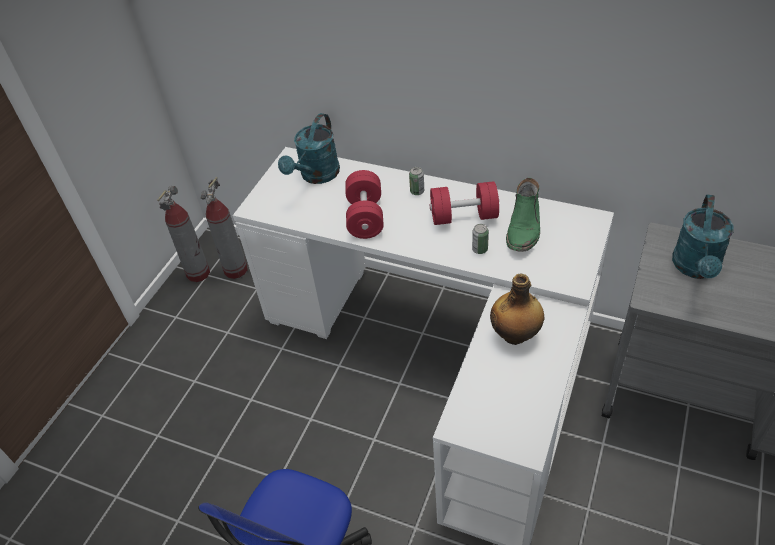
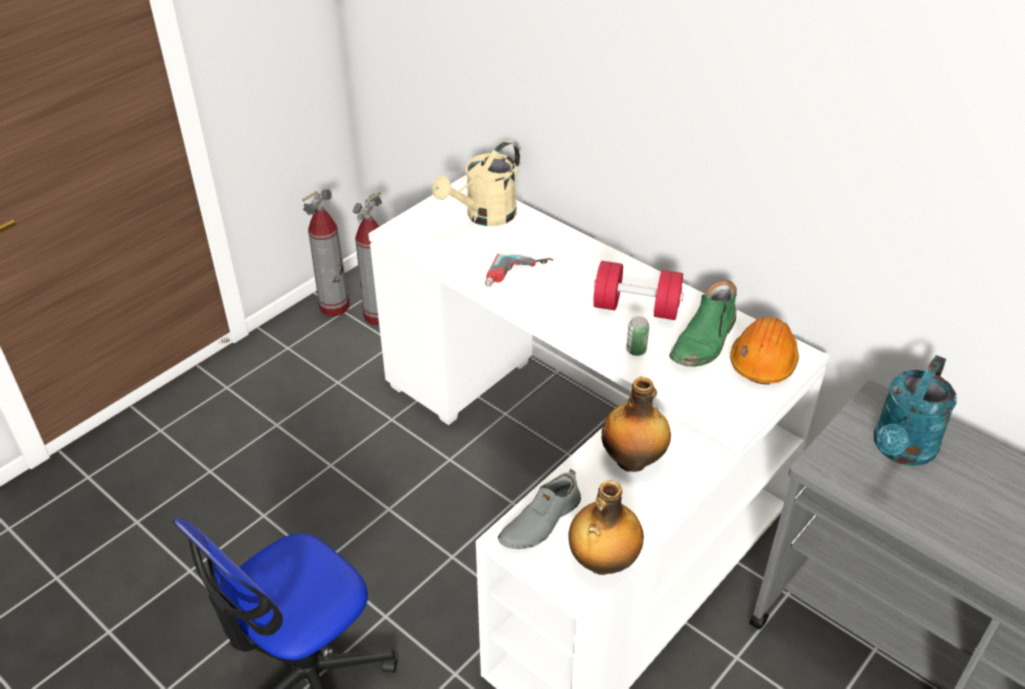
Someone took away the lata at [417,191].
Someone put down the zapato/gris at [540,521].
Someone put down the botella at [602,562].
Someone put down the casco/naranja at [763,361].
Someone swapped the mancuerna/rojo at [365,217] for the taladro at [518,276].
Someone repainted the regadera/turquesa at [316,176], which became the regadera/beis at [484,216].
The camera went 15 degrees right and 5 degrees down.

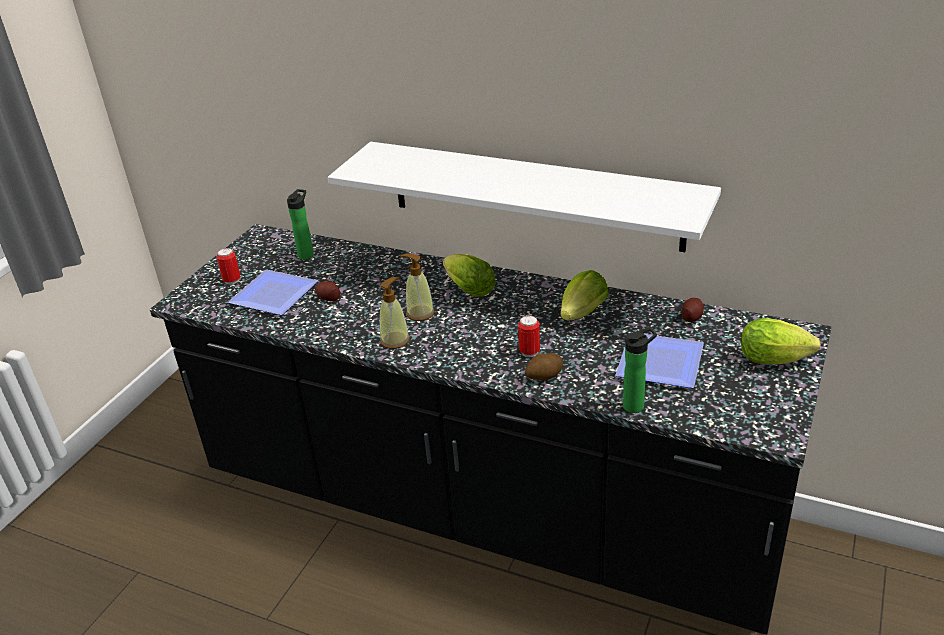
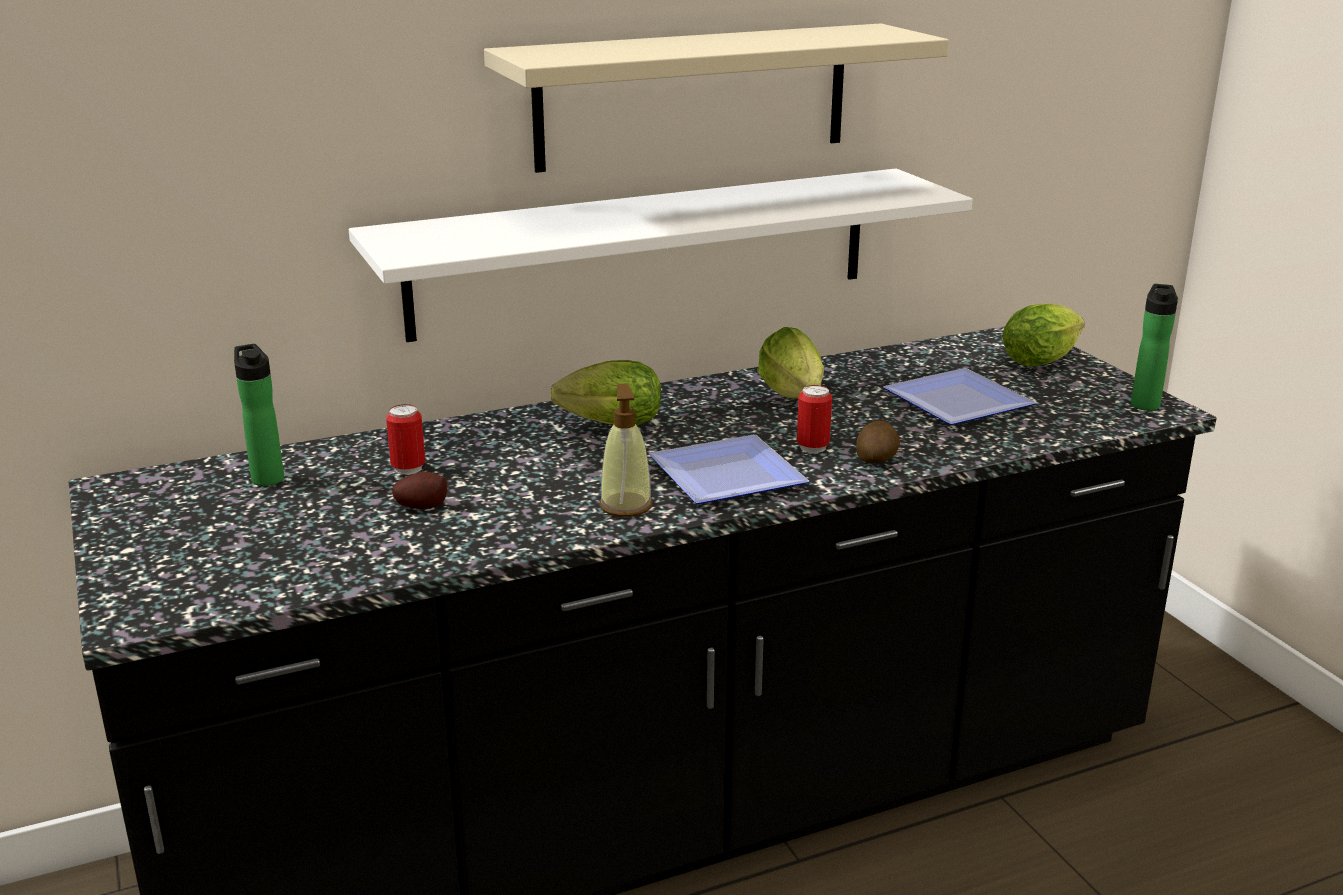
Someone took away the dispensador de jabón at [420,313].
Someone took away the patata at [691,317].
Someone put up the estante/beis at [693,96].
Someone carried the lata from [232,280] to [408,468].
Someone carried the plato from [271,296] to [725,478].
Someone carried the botella from [636,405] to [1145,403].
The camera went 50 degrees left and 10 degrees down.

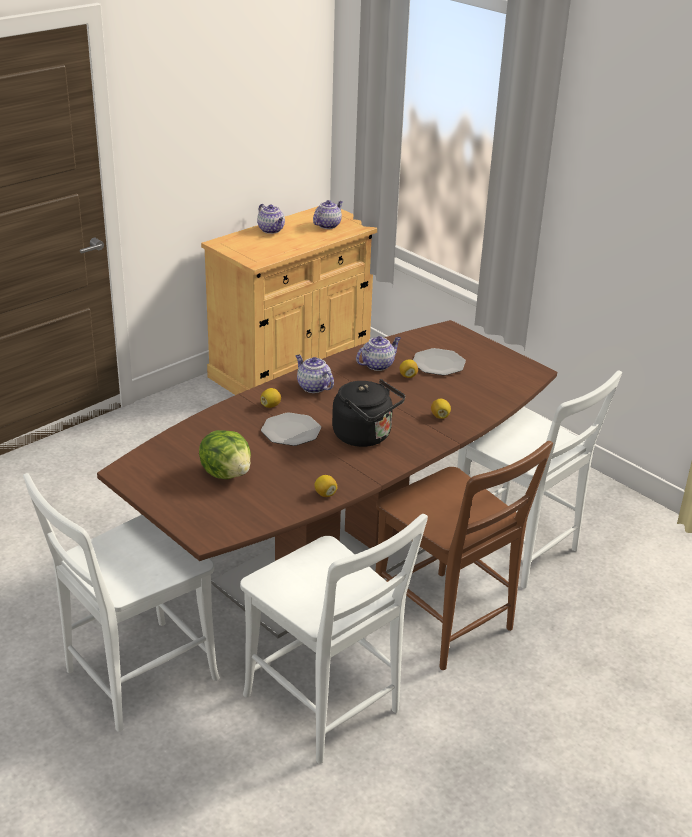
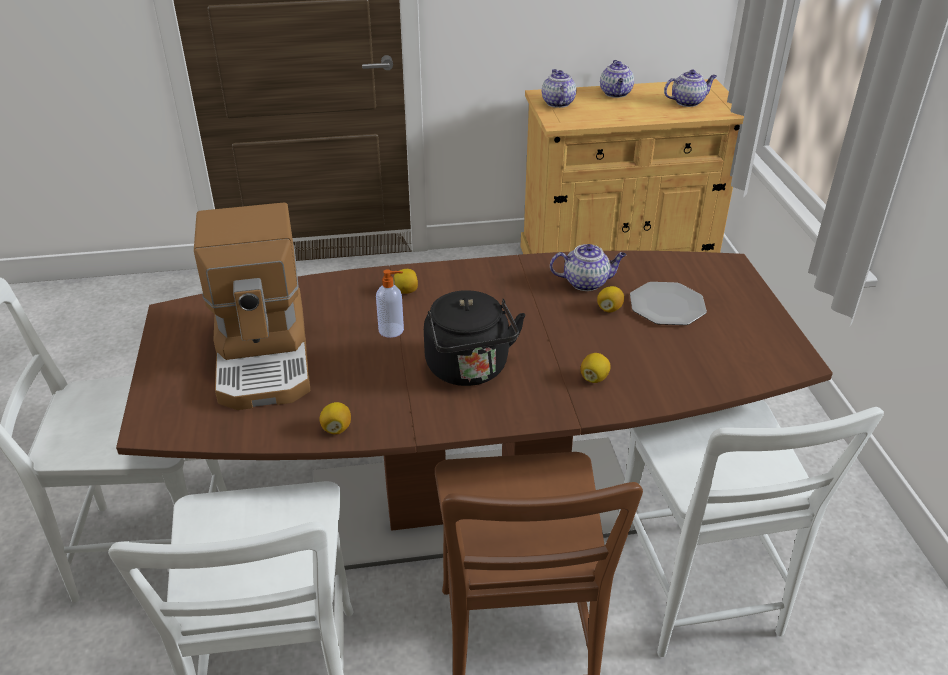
Someone carried the tetera from [313,387] to [557,103].
Someone swapped the lechuga at [227,473] for the cafetera at [265,356].
Someone swapped the plato at [291,431] for the dispensador de jabón at [392,330].
The camera went 35 degrees right and 5 degrees up.

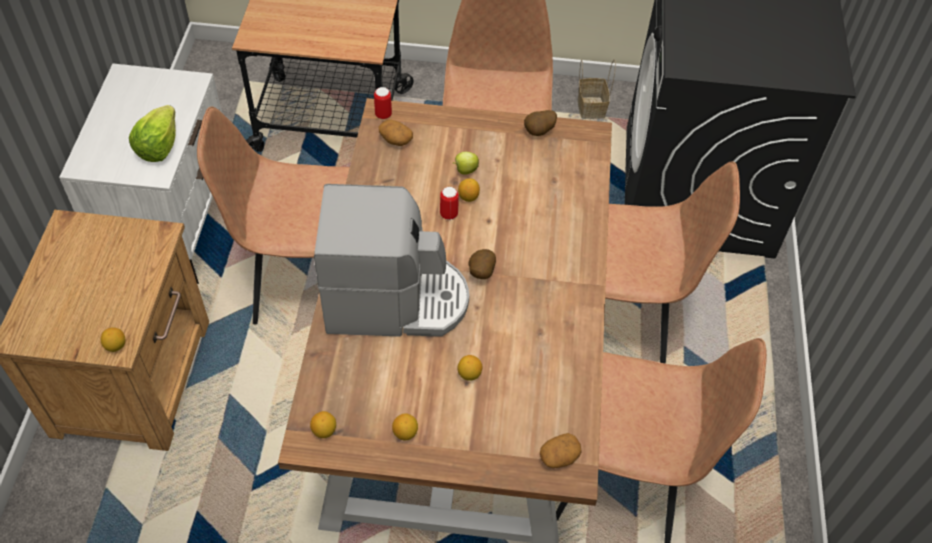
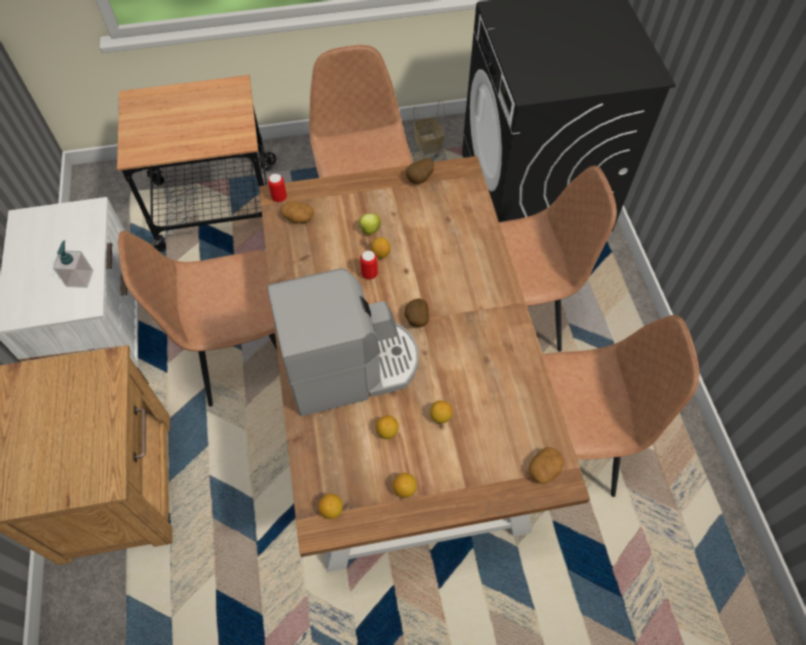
Someone carried the limón from [116,346] to [387,432].
Someone swapped the lechuga at [159,146] for the dispensador de jabón at [80,278].
The camera went 15 degrees left and 5 degrees up.

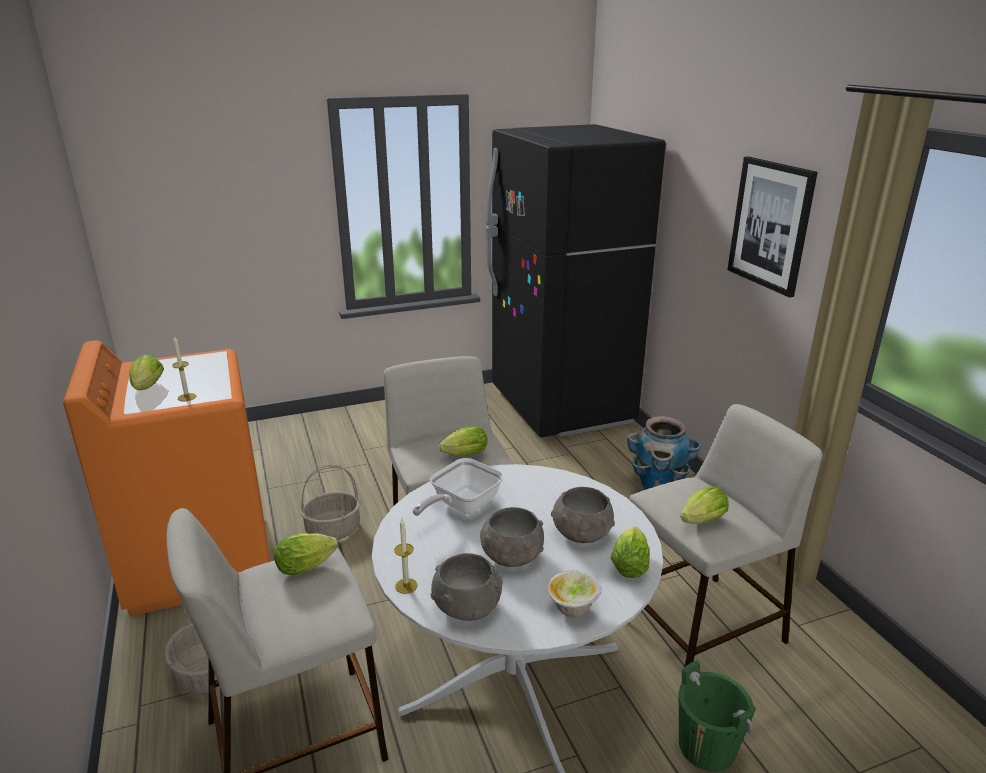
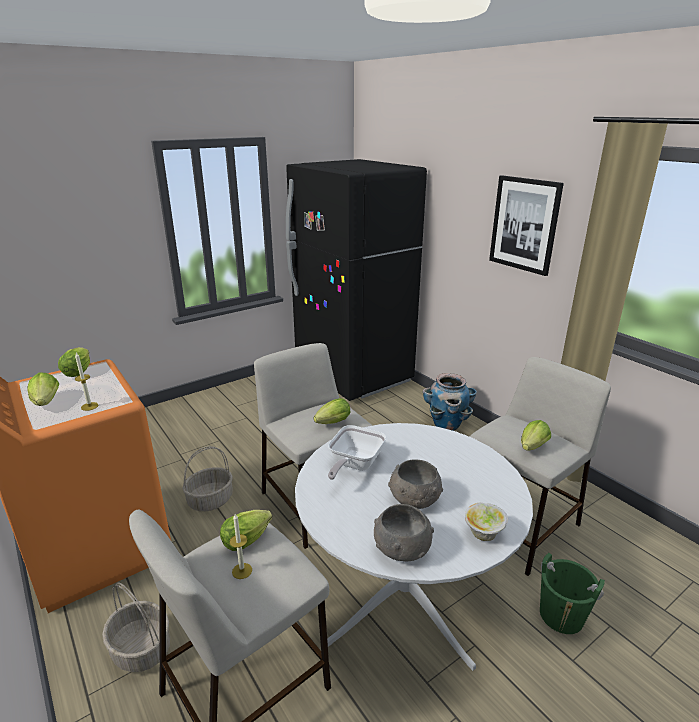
Someone took away the cuenco/gris at [581,534].
Someone carried the vela from [406,586] to [242,571].
Someone carried the lechuga from [630,564] to [79,371].
The camera went 15 degrees left and 0 degrees up.

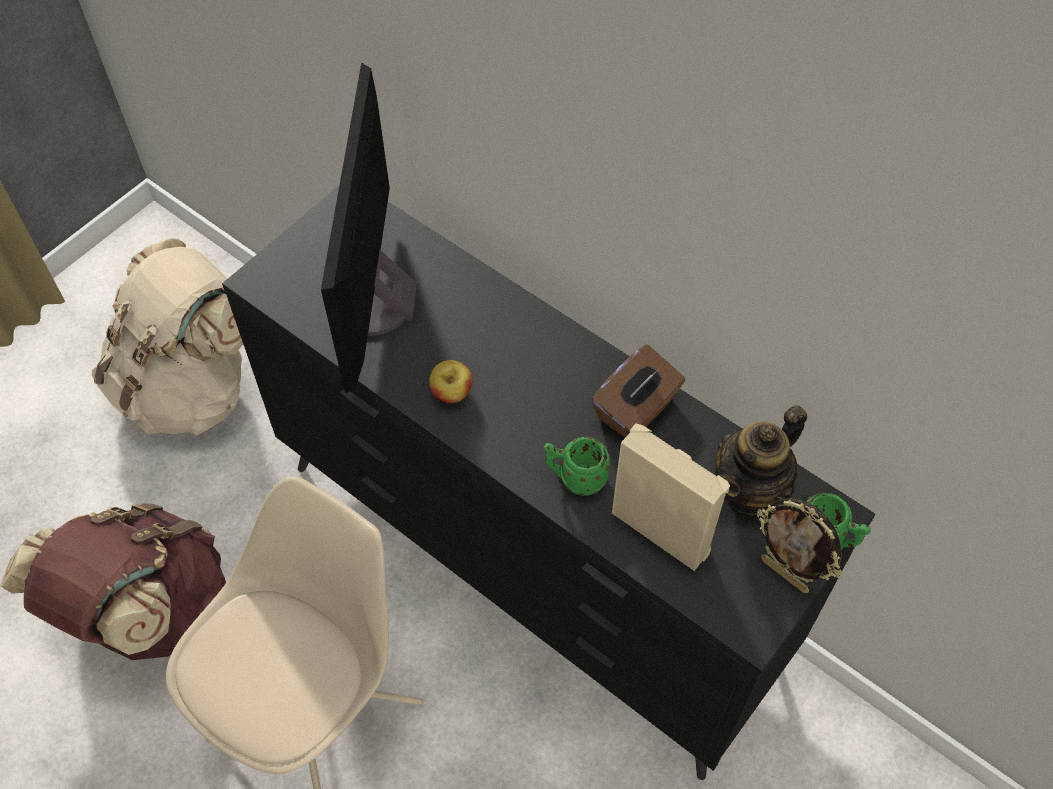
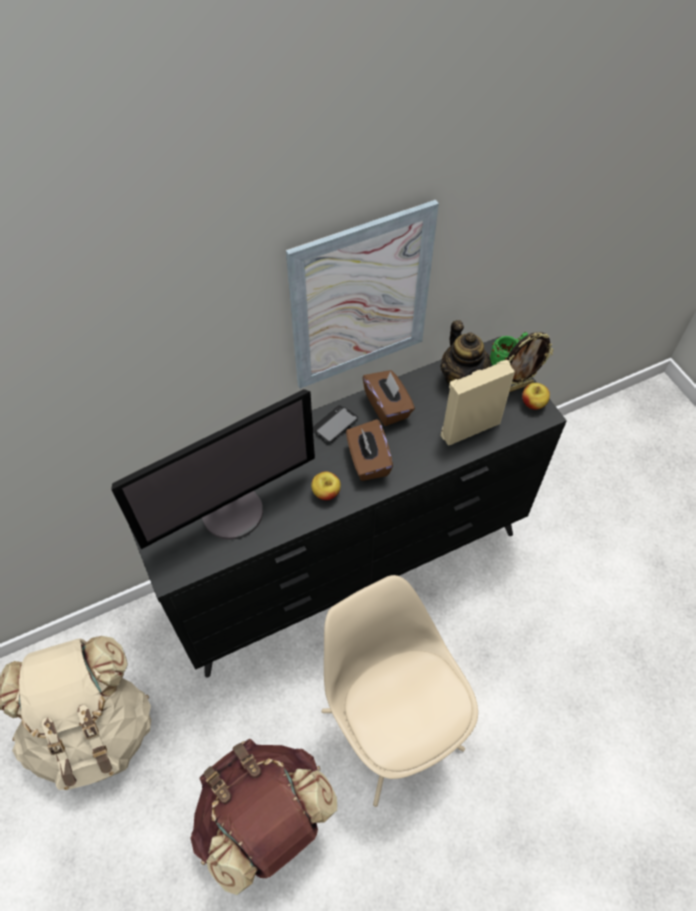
Someone took away the taza grande/verde at [575,478].
Someone put up the cuadro at [361,299].
Someone put down the móvil at [334,424].
Someone put down the caja de pañuelos/marrón at [368,461].
Someone put down the manzana at [533,403].
Someone rotated the monitor at [374,302] by 60 degrees counterclockwise.
The camera went 65 degrees left and 0 degrees up.

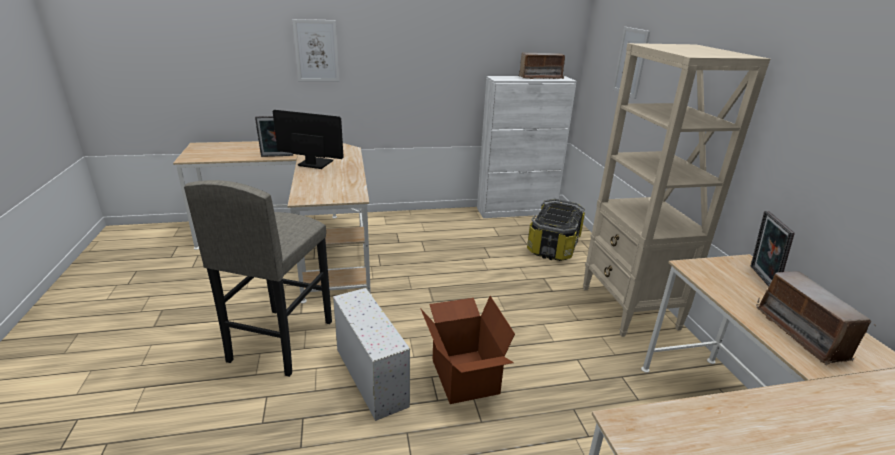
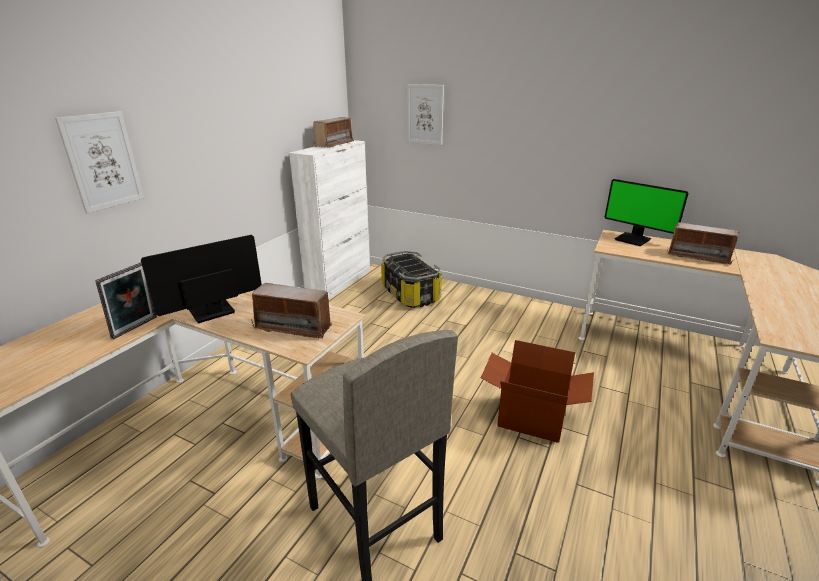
Someone took away the caja de almacenaje/blanco at [370,375].
Someone took away the estantería/beis at [629,308].
Someone put down the radio at [294,327].
Someone swapped the portarretratos at [760,278] for the monitor at [633,239].
The camera went 50 degrees left and 0 degrees up.

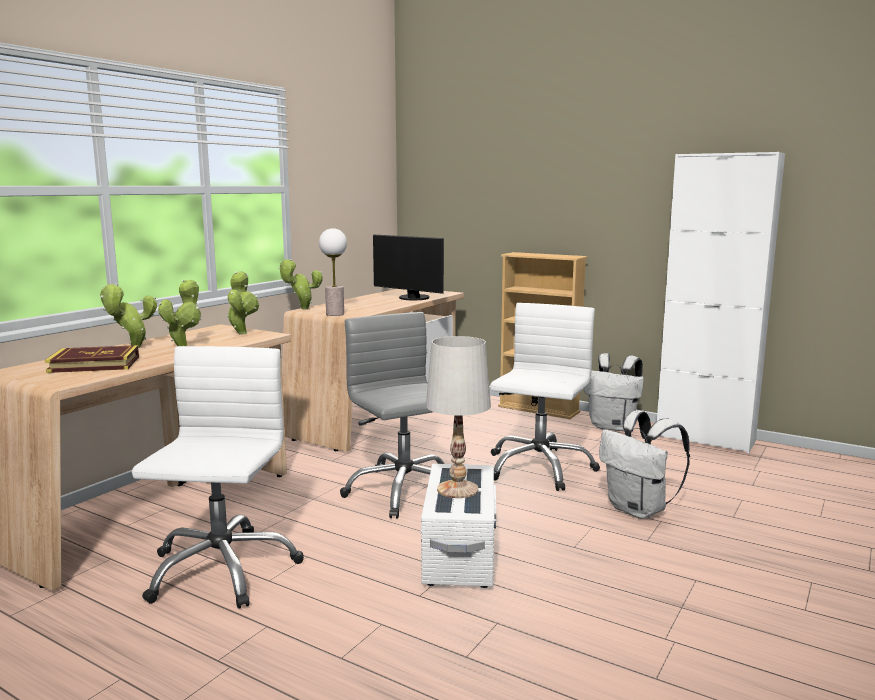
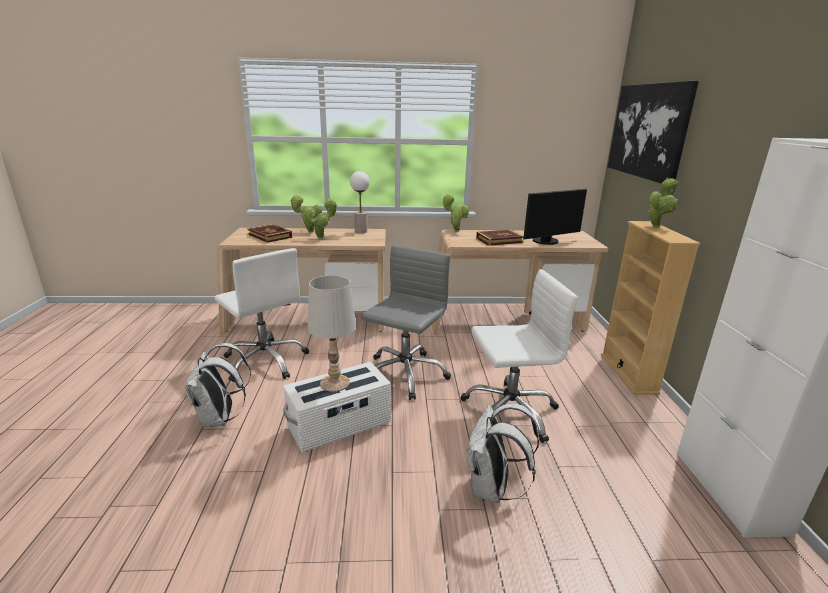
Someone put down the libro at [499,240].
Someone put up the cuadro at [648,131].
Someone carried the planta en maceta from [242,333] to [656,226].
Someone carried the lámpara de mesa from [335,314] to [361,231].
Someone carried the mochila/blanco from [613,426] to [220,419].
Someone rotated the silla de oficina/blanco at [221,569] by 75 degrees clockwise.
Someone rotated the monitor at [412,298] by 120 degrees counterclockwise.
The camera went 55 degrees right and 10 degrees up.

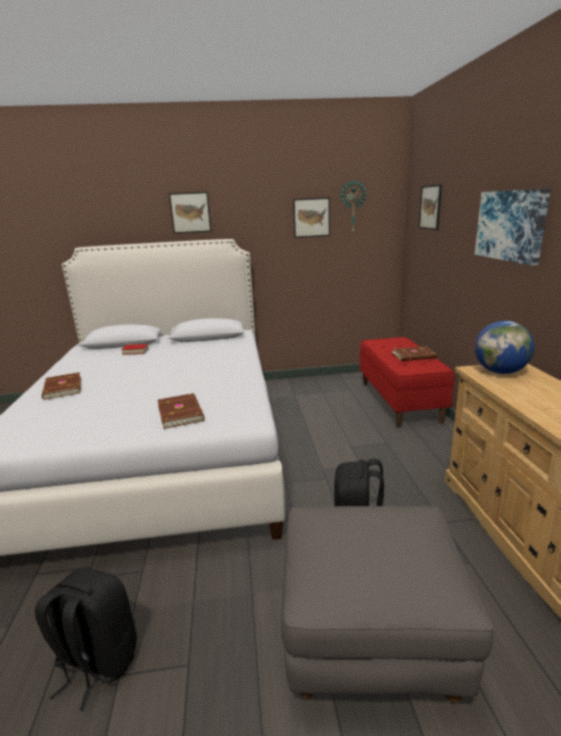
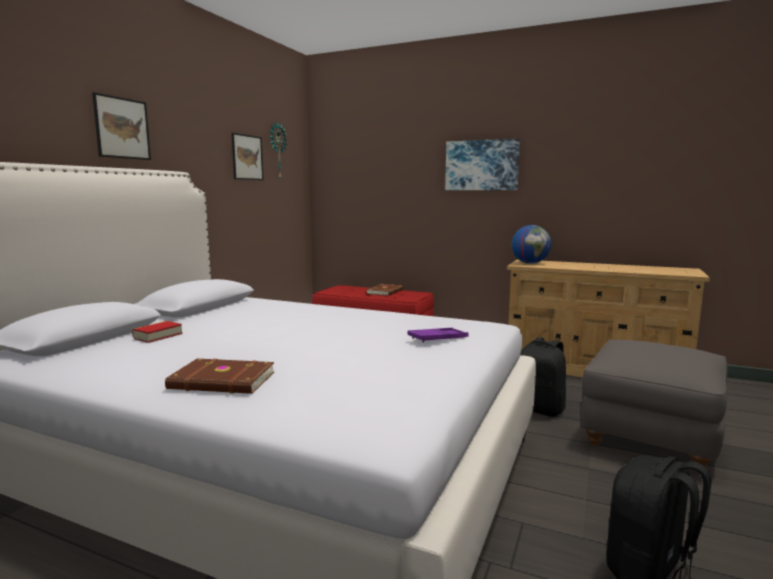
Someone took away the cuadro at [430,207].
Someone swapped the libro/marrón at [181,412] for the bandeja/morado at [438,339].
The camera went 60 degrees left and 10 degrees down.

